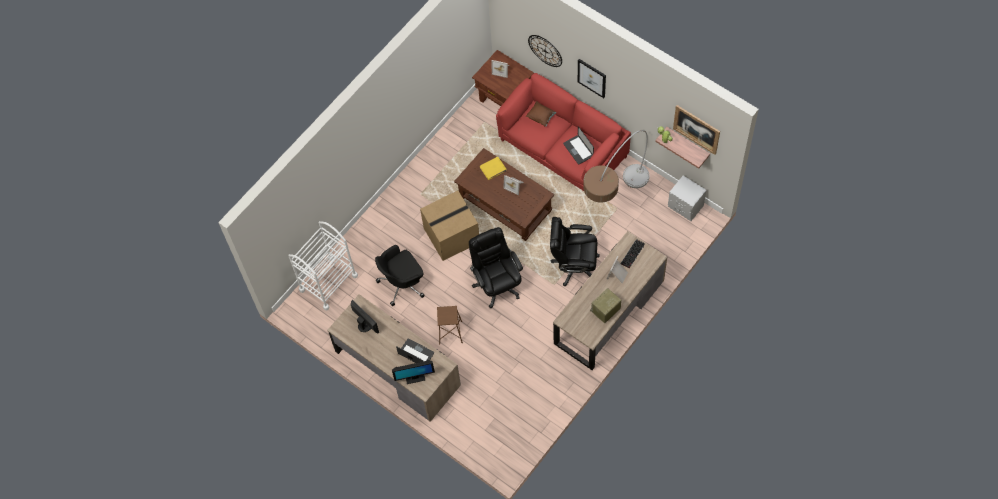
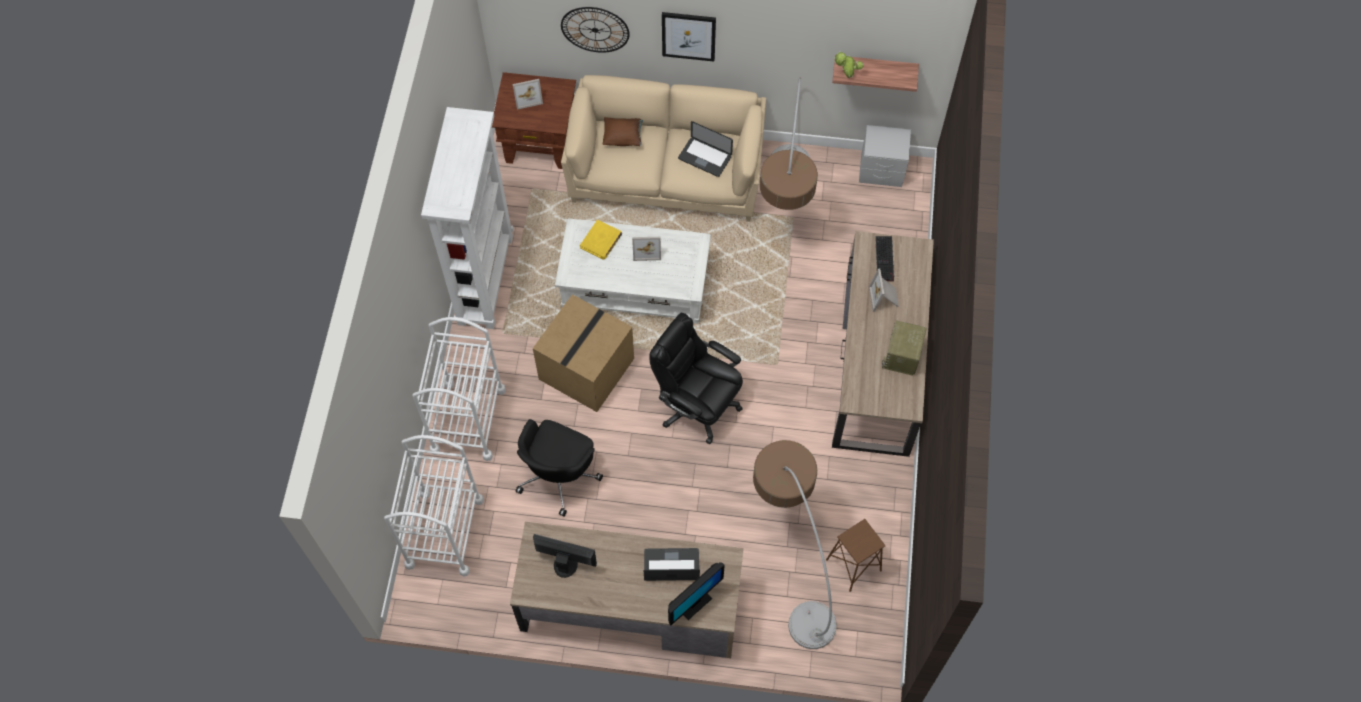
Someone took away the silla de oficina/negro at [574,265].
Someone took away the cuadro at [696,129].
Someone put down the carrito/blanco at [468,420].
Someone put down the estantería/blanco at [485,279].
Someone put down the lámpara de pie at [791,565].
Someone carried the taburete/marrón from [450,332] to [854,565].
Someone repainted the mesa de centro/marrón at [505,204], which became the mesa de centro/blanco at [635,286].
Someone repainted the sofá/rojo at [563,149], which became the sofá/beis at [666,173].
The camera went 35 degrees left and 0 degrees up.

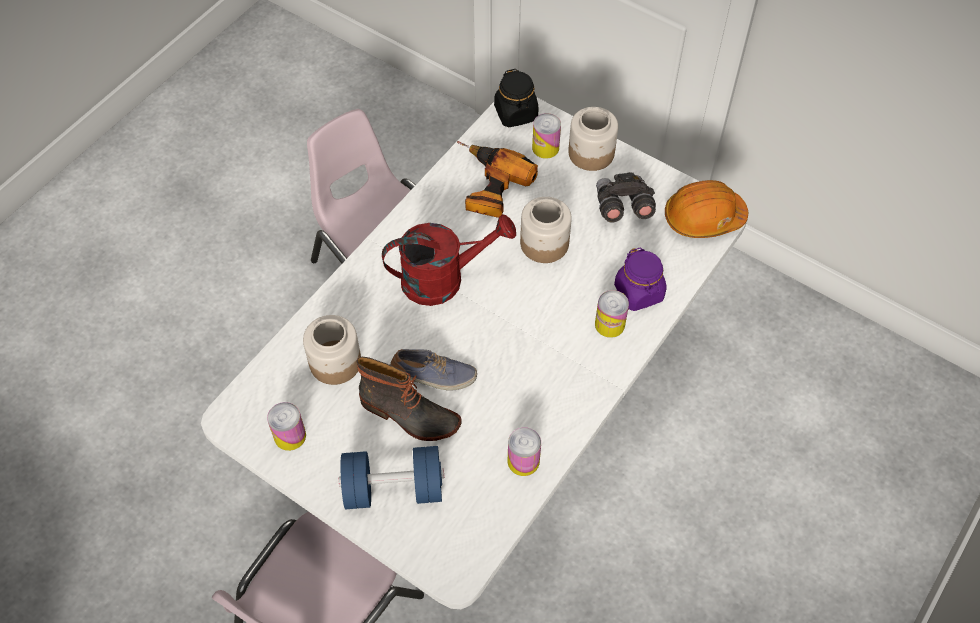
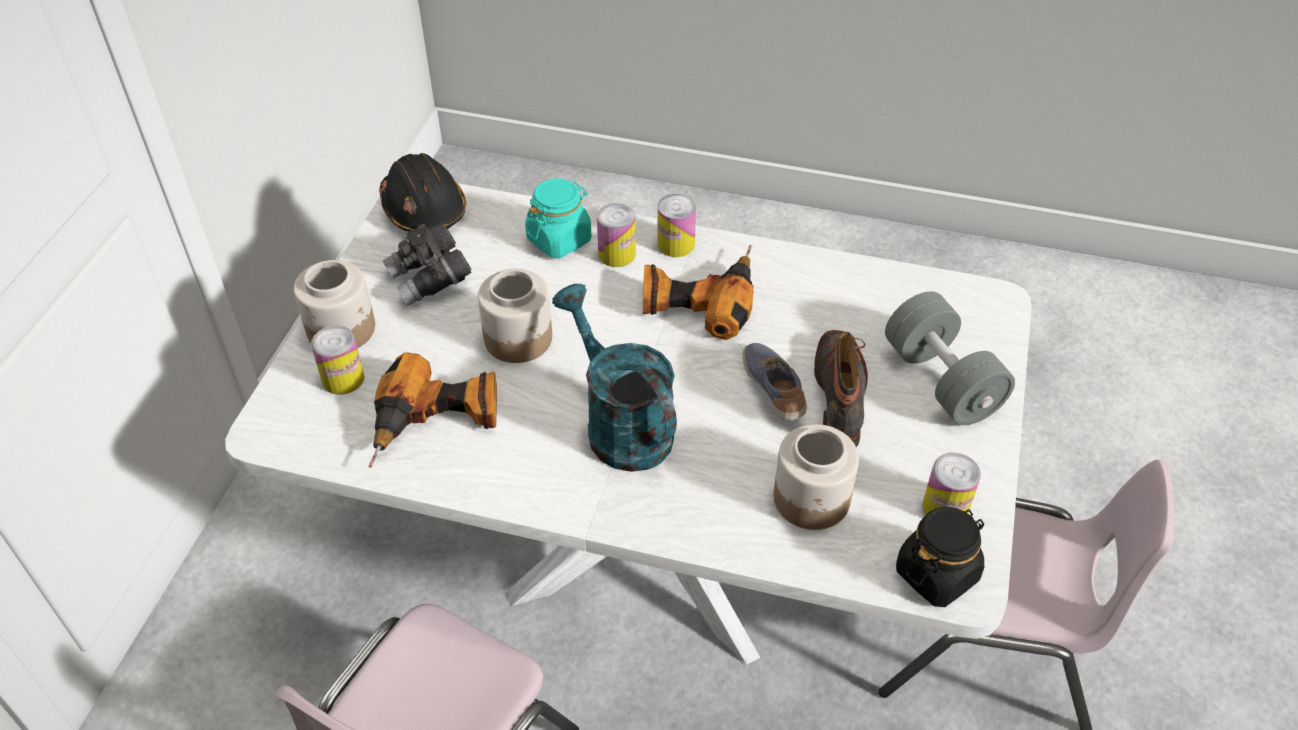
Someone put down the taladro at [698,298].
Someone carried the tarro/negro from [516,113] to [936,574].
Someone carried the lata from [523,461] to [676,244].
Someone repainted the mancuerna/azul at [393,488], which became the mancuerna/gris at [942,381].
Someone repainted the regadera/rojo at [443,278], which became the regadera/turquesa at [620,424].
Someone repainted the tarro/morado at [639,292], which became the tarro/turquesa at [559,239].
Someone repainted the casco/naranja at [703,218], which became the casco/negro at [423,209].
The camera went 110 degrees left and 10 degrees down.

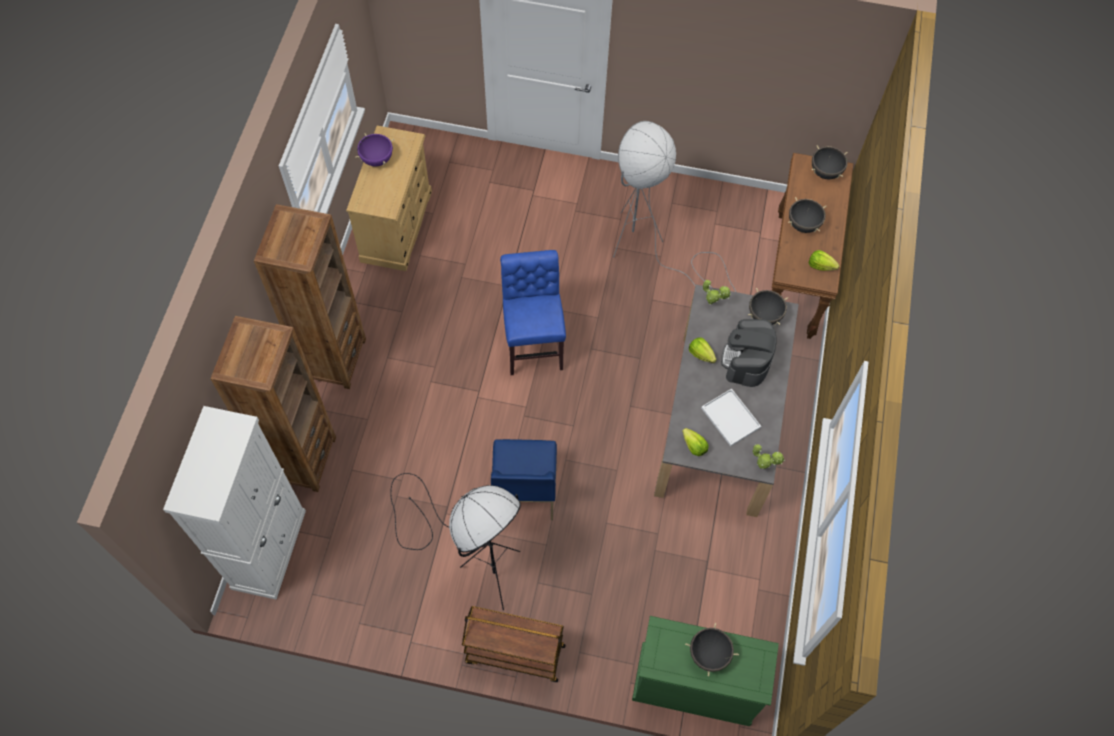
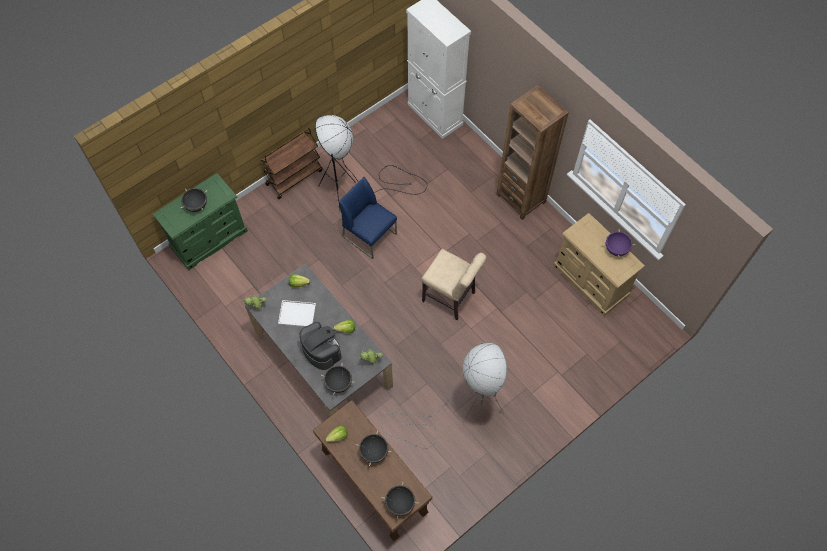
Someone took away the estantería/marrón at [302,459].
Someone repainted the silla/azul at [533,343], which became the silla/beis at [451,298].
The camera went 130 degrees right and 0 degrees up.

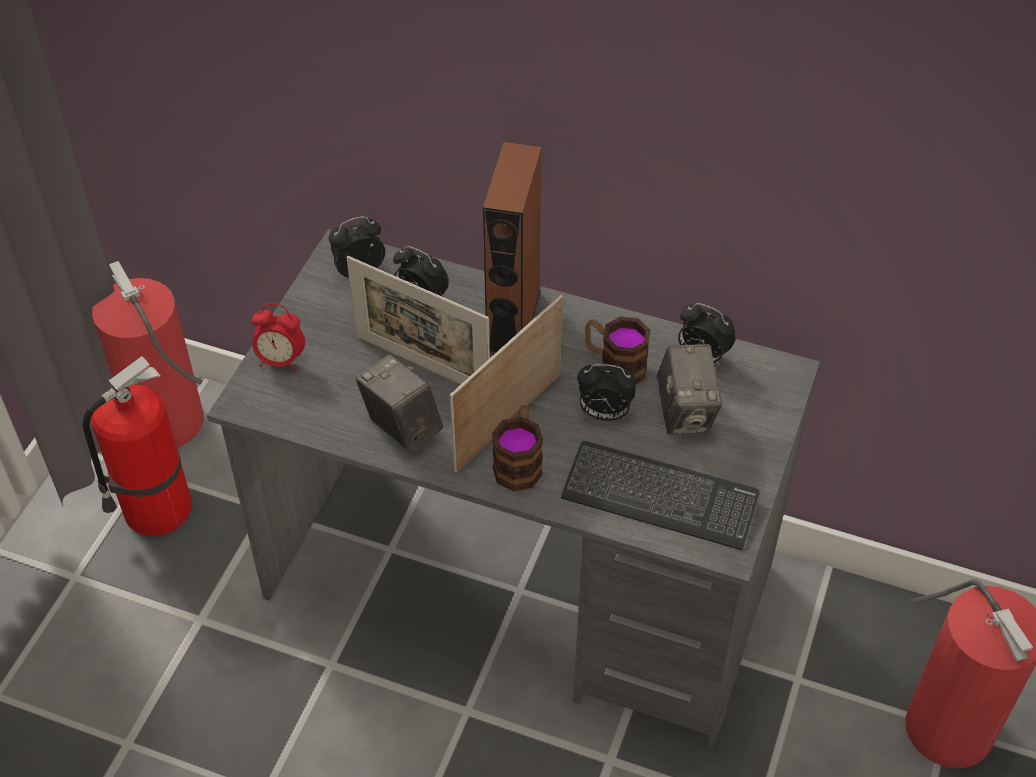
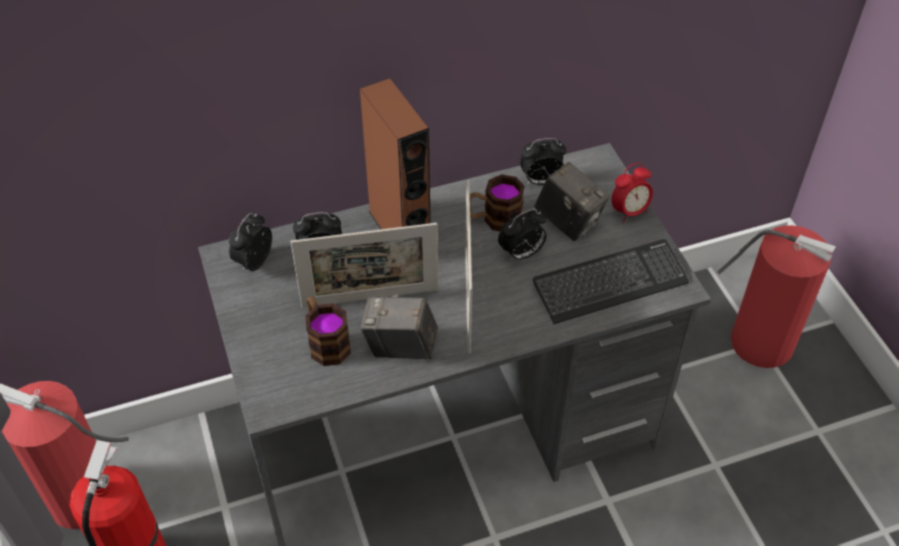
Someone carried the despertador from [281,361] to [629,211].
Someone carried the taza grande from [519,462] to [326,342].
The camera went 40 degrees left and 0 degrees up.

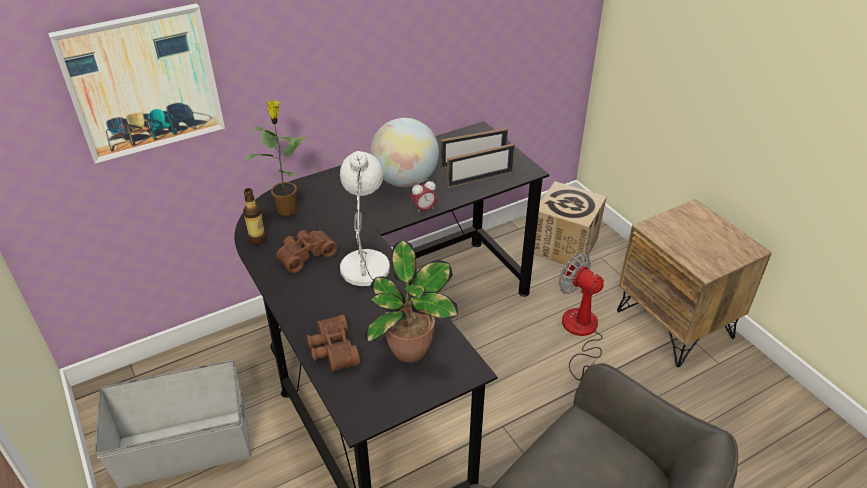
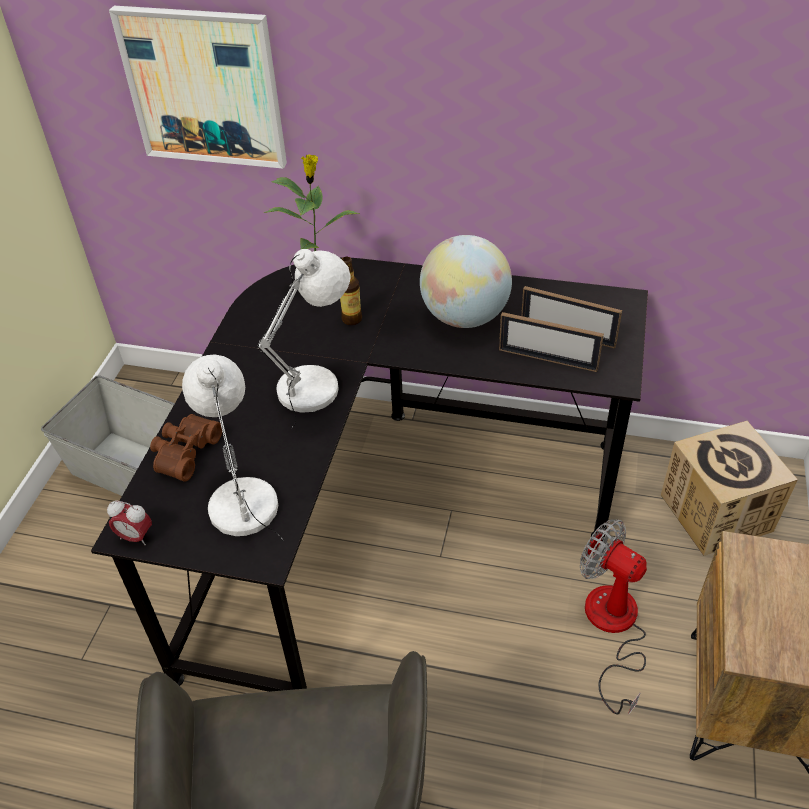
Someone took away the prismáticos/marrón at [305,254].
Someone carried the botella from [257,240] to [352,319].
Someone carried the despertador from [424,209] to [135,537].
Someone swapped the planta en maceta at [411,351] for the lámpara de mesa/blanco at [243,500].
Someone rotated the ventilador at [580,333] by 45 degrees counterclockwise.
The camera went 45 degrees right and 5 degrees up.

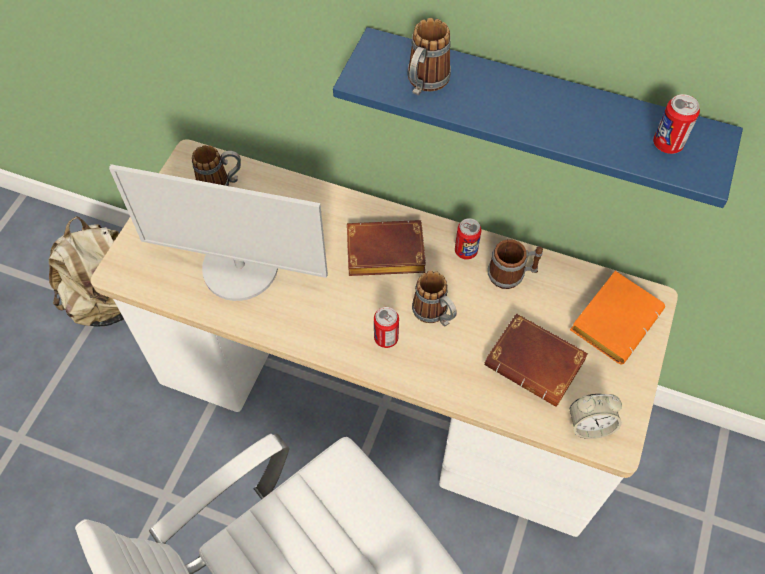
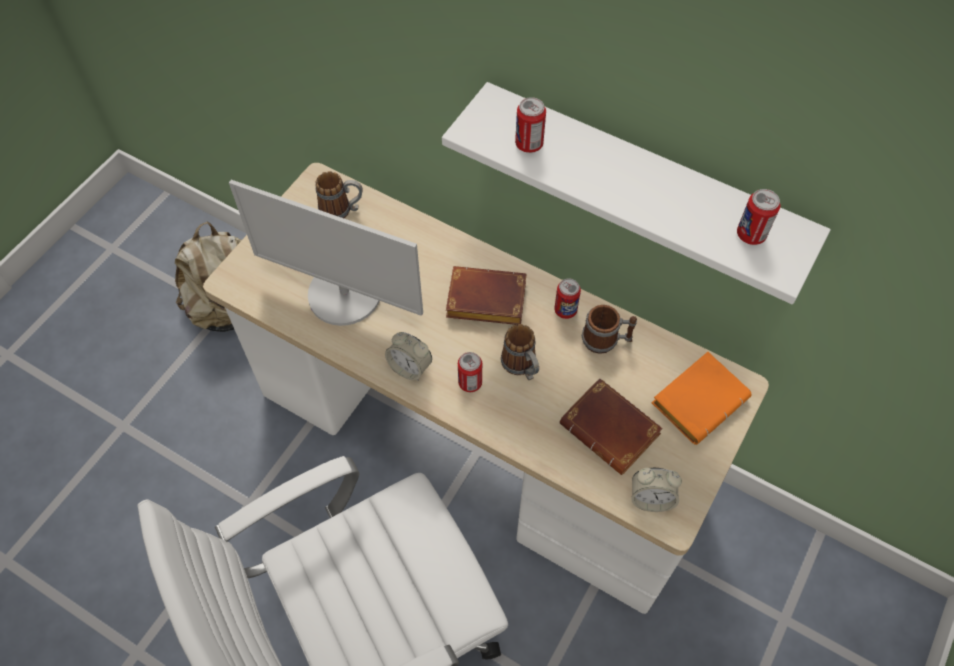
Someone put down the despertador at [410,367].
Someone swapped the taza grande at [424,84] for the lata at [529,144].
Someone repainted the estante/azul at [538,112], which became the estante/blanco at [641,185].
The camera went 10 degrees right and 0 degrees up.

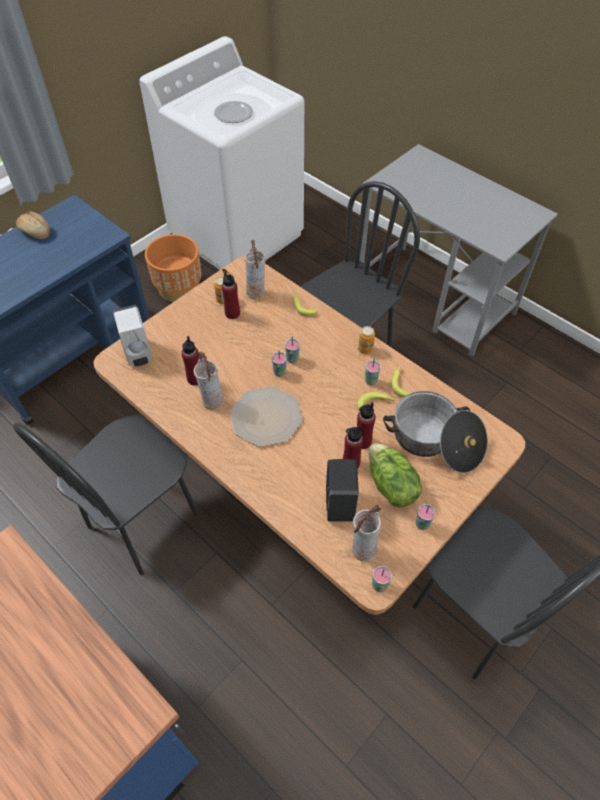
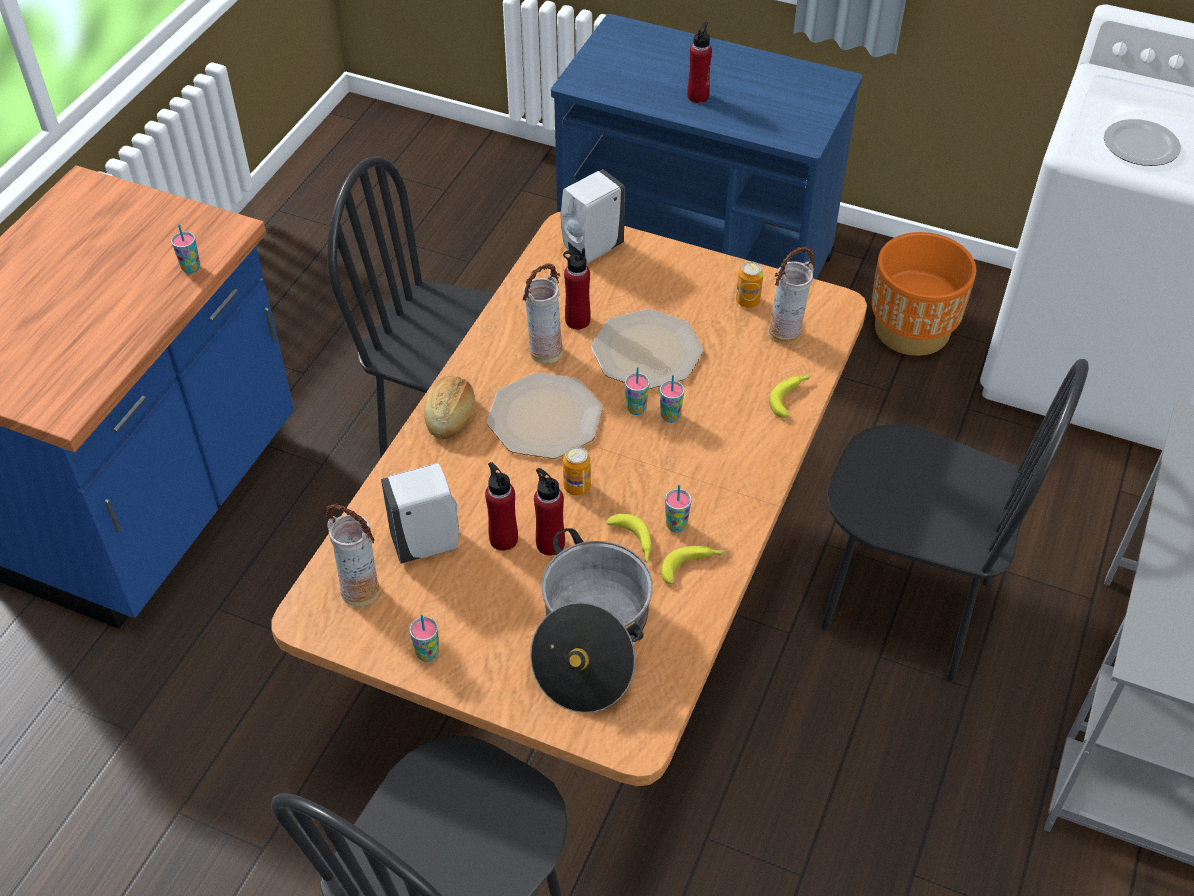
Someone took away the lechuga at [390,485].
Someone put down the plato at [648,351].
Someone carried the pan from [35,232] to [451,416].
Someone carried the botella/rojo from [232,313] to [698,96].
Someone carried the lata from [365,349] to [577,486].
Someone carried the taza from [379,586] to [191,268].
Someone repainted the dispensador de jabón/negro at [339,503], which became the dispensador de jabón/blanco at [428,543].
The camera went 70 degrees right and 5 degrees down.

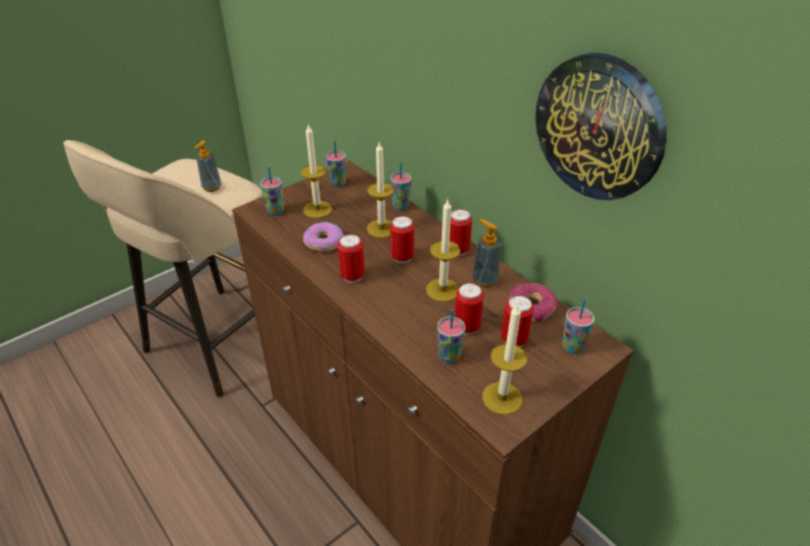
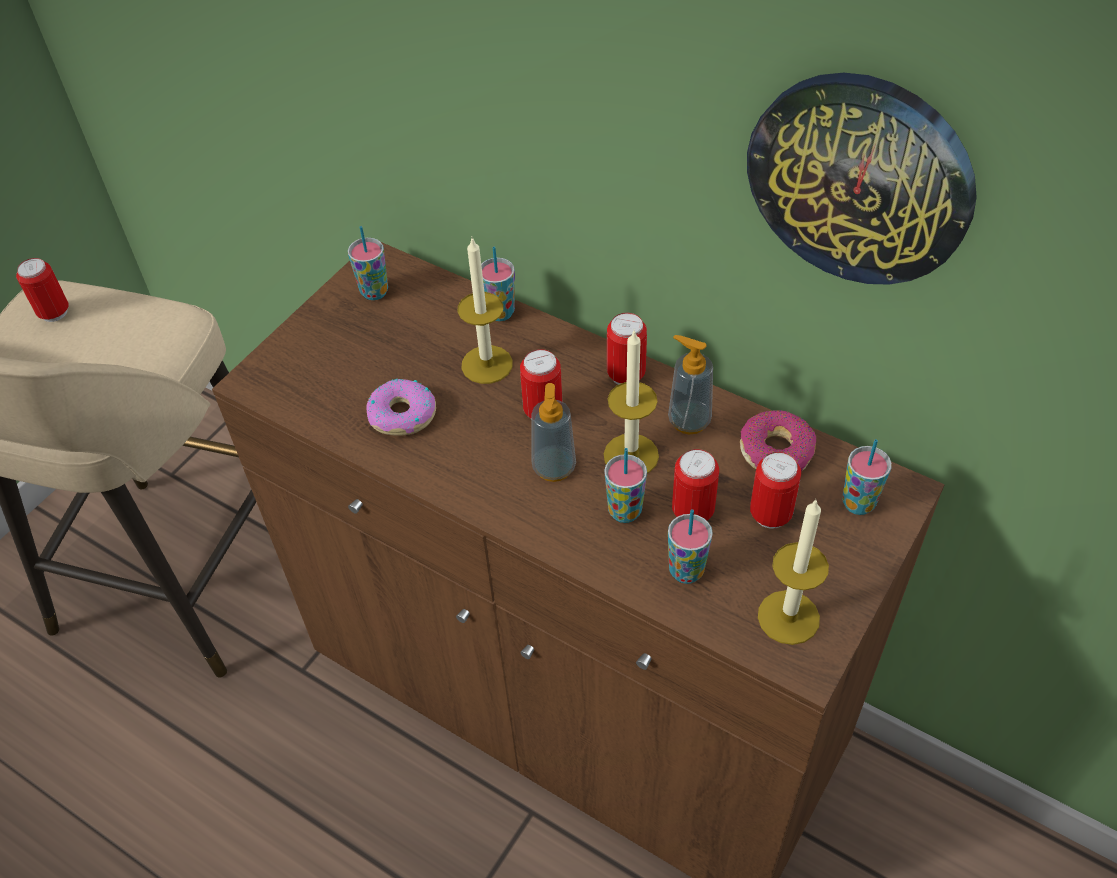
Someone took away the vela at [317,209].
Someone carried the dispensador de jabón from [212,187] to [554,467].
Someone carried the taza from [275,211] to [624,511].
Someone carried the lata from [352,276] to [54,312].
The camera went 15 degrees left and 10 degrees up.

